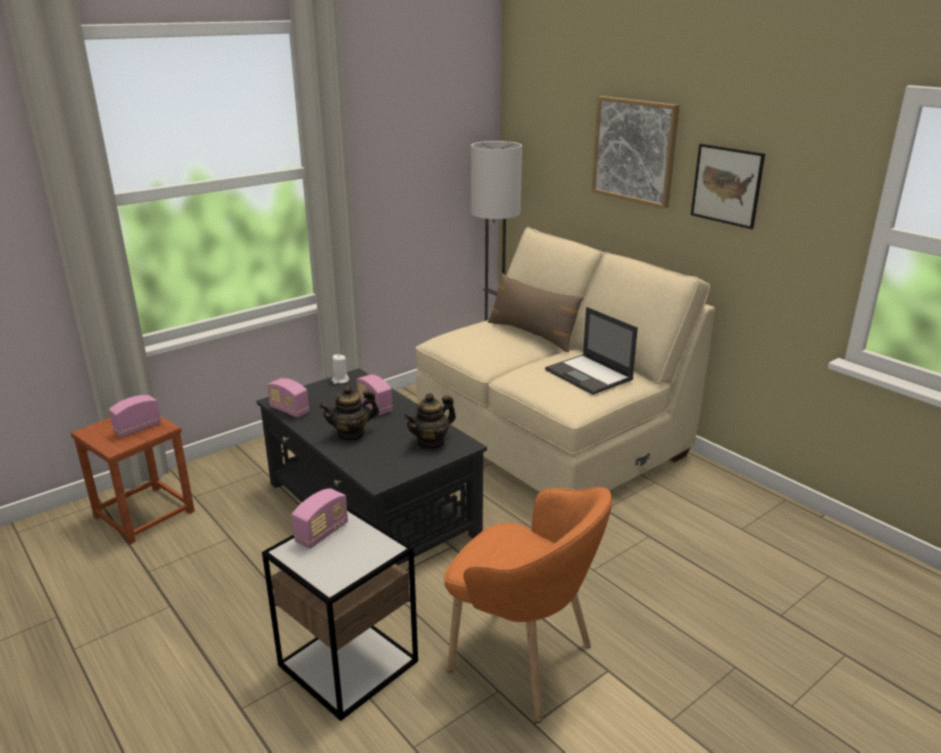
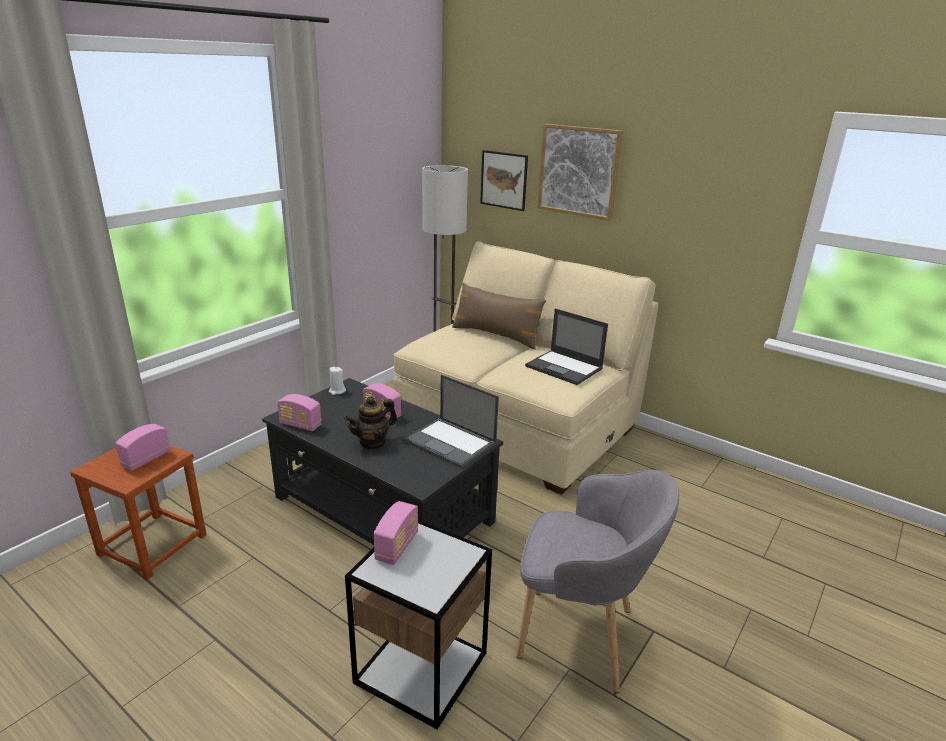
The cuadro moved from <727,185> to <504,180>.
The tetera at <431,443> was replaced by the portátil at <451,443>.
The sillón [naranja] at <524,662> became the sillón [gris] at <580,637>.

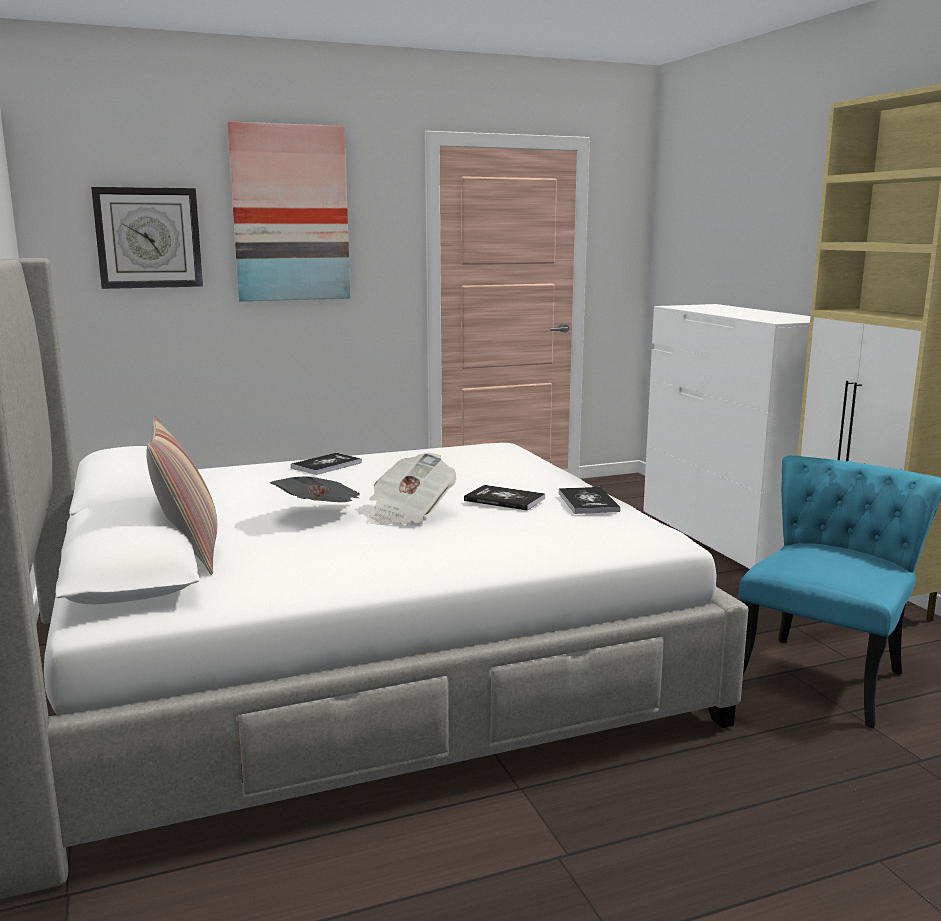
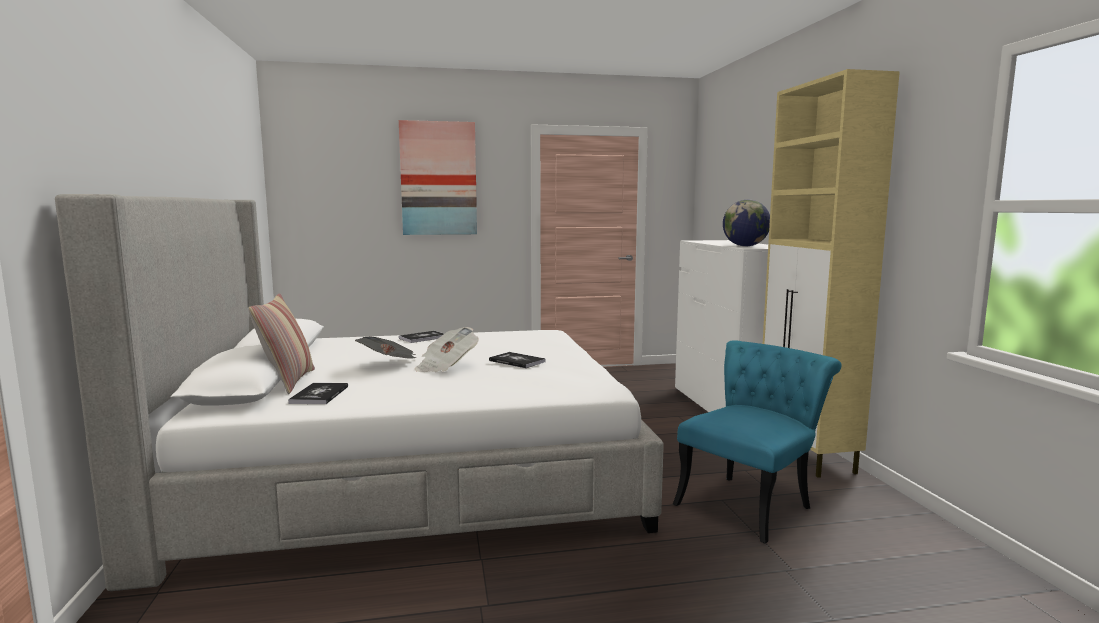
The reloj de pared at <148,238> disappeared.
The globo terráqueo at <745,246> appeared.
The libro moved from <588,502> to <319,395>.

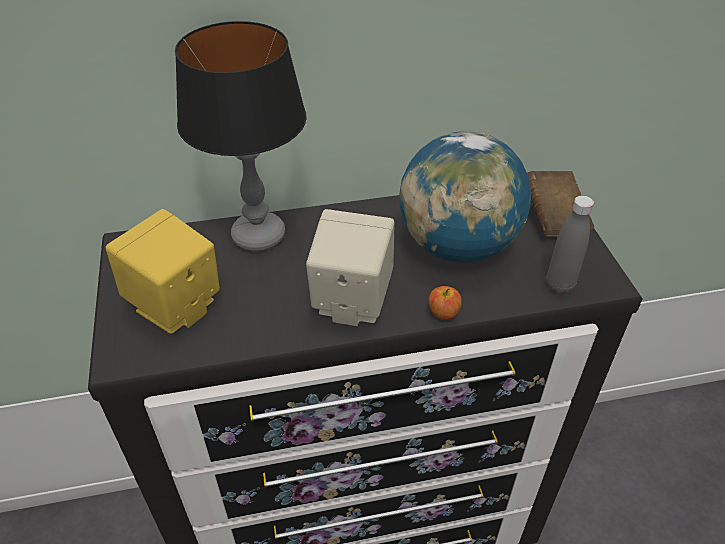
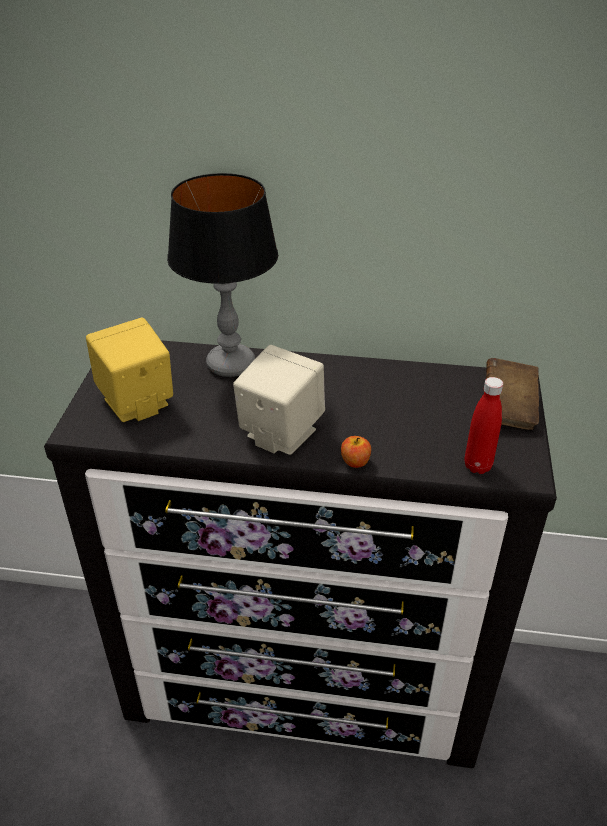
The globo terráqueo at <457,246> disappeared.
The botella [gris] at <559,285> became the botella [rojo] at <477,466>.

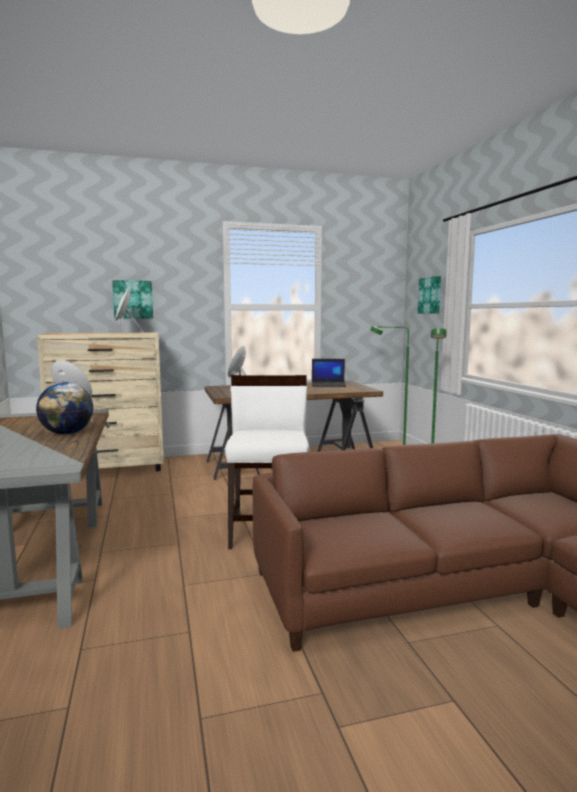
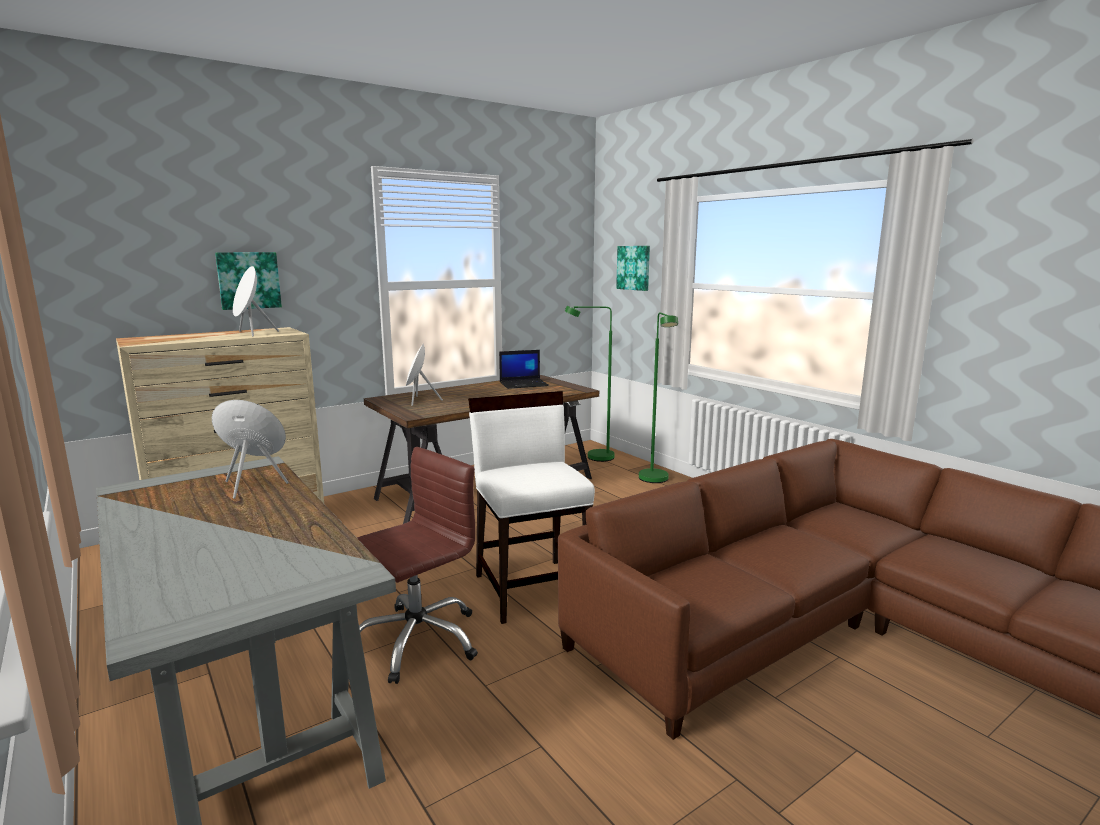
The globo terráqueo at <67,433> disappeared.
The silla de oficina [marrón] at <417,640> appeared.

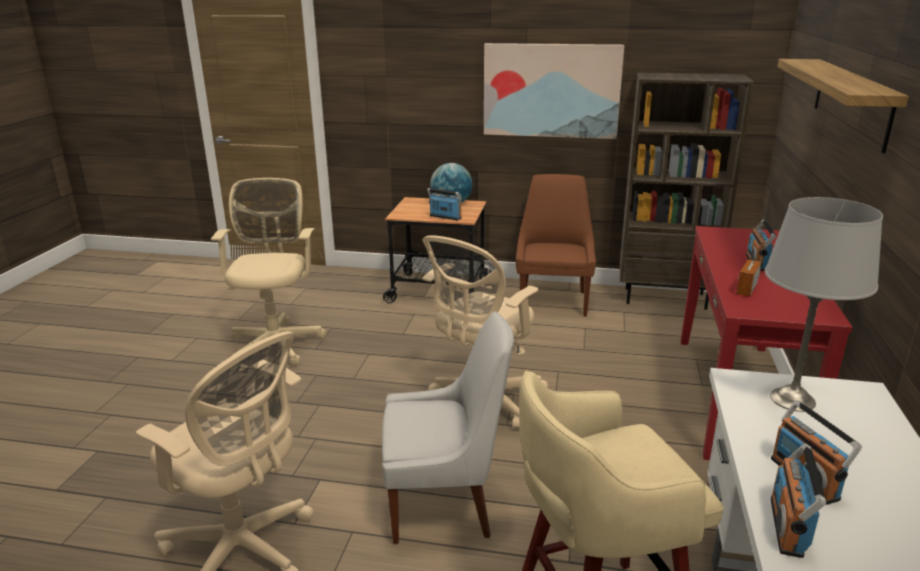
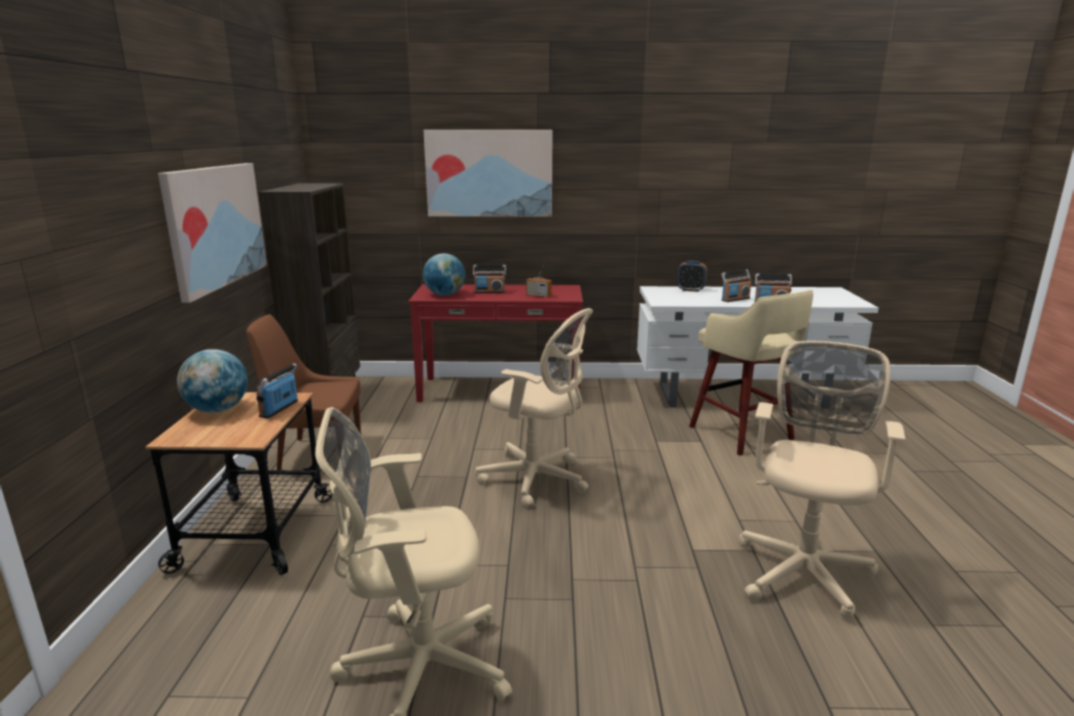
The silla [blanco] at <445,503> disappeared.
The lámpara de mesa [gris] at <791,399> disappeared.
The globo terráqueo at <445,295> appeared.
The despertador at <690,290> appeared.
The estante at <851,101> was replaced by the cuadro at <489,173>.

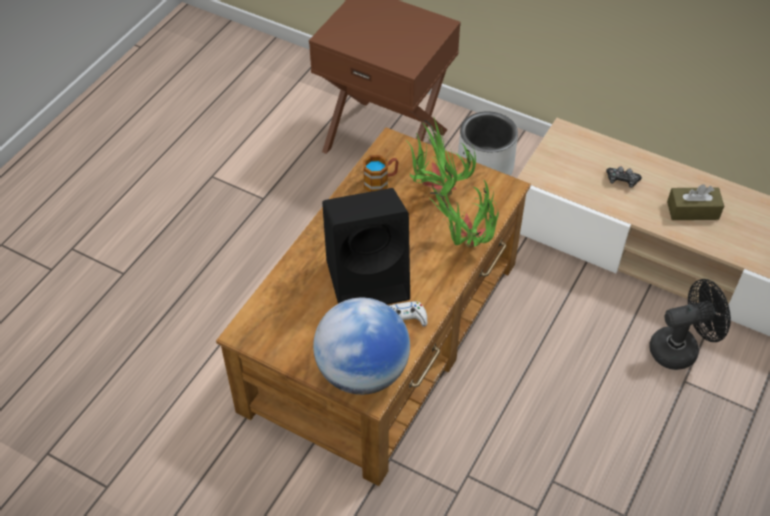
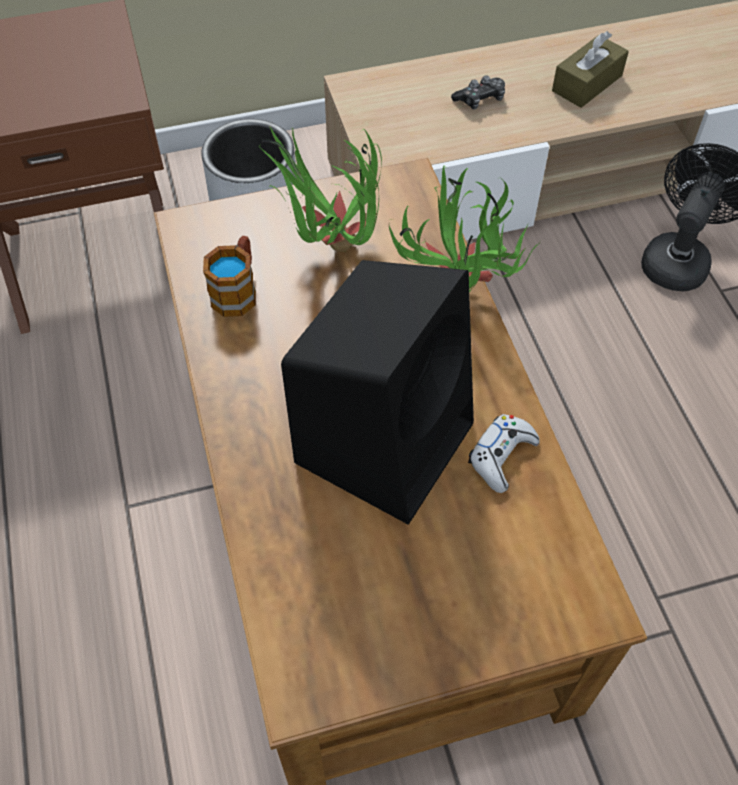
The globo terráqueo at <362,371> disappeared.

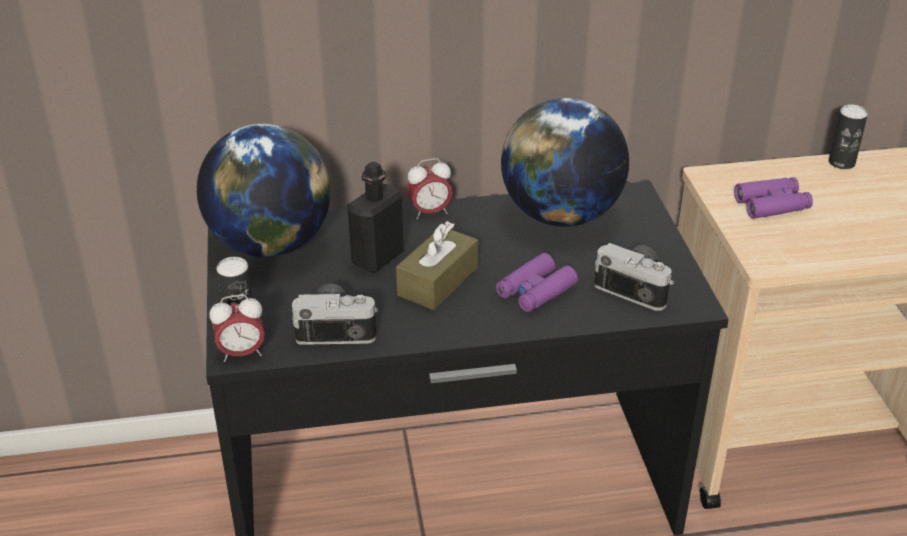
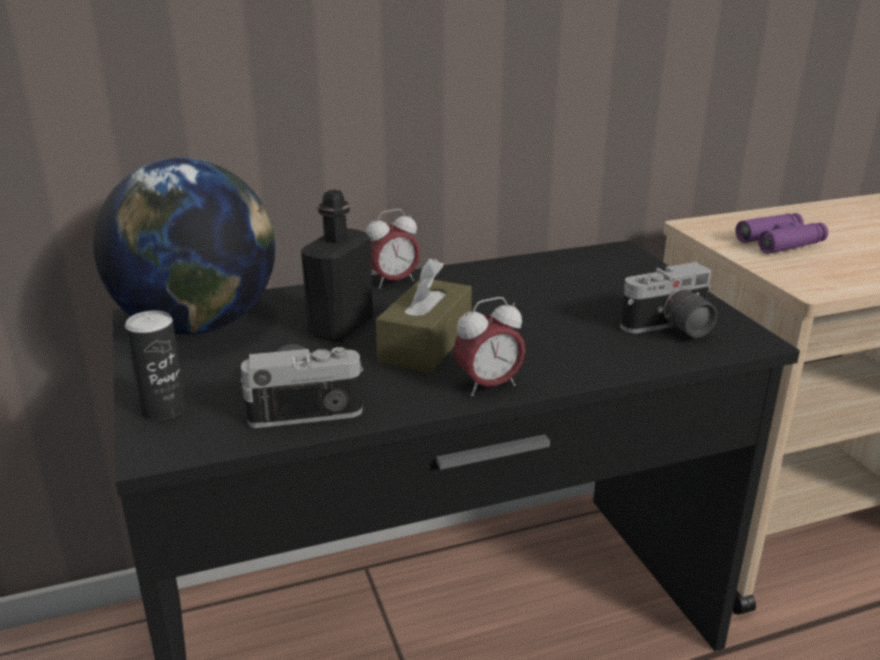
The prismáticos [morado] at <535,291> disappeared.
The globo terráqueo at <560,216> disappeared.
The lata at <841,163> disappeared.
The despertador moved from <242,353> to <488,386>.
The cámara at <636,287> turned 135 degrees clockwise.

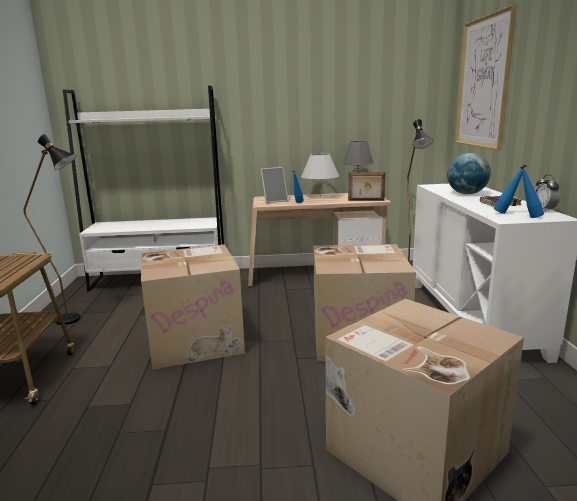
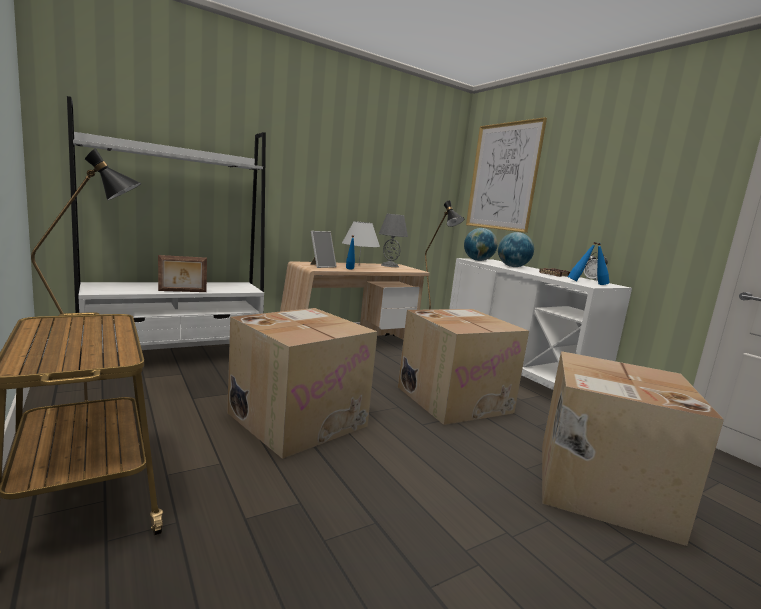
The globo terráqueo at <478,260> appeared.
The portarretratos moved from <366,200> to <182,291>.

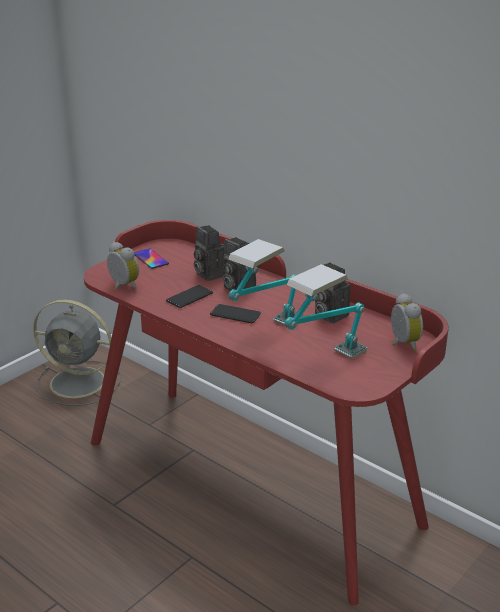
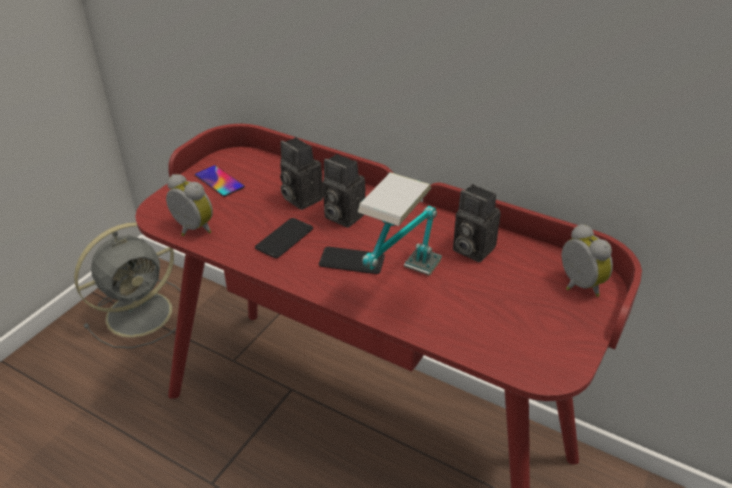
The lámpara de mesa at <325,365> disappeared.
The ventilador [gris] at <80,383> turned 45 degrees counterclockwise.

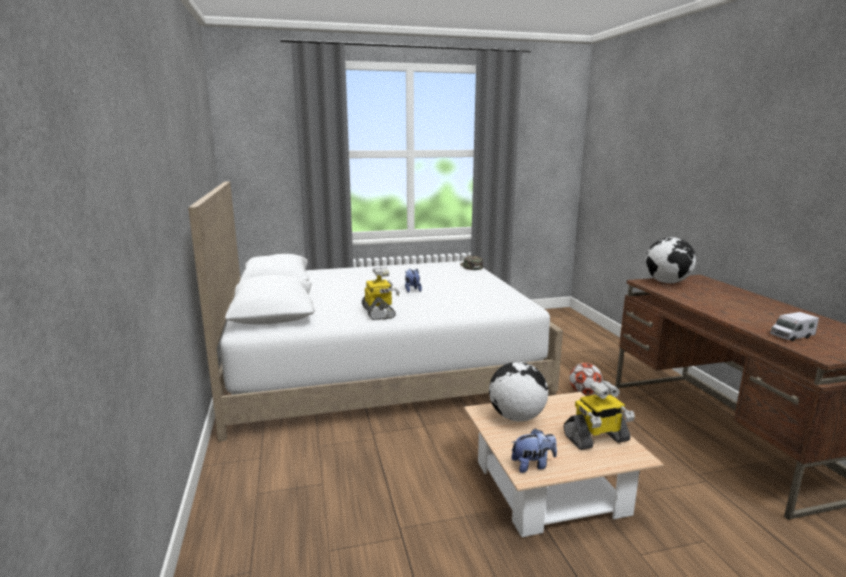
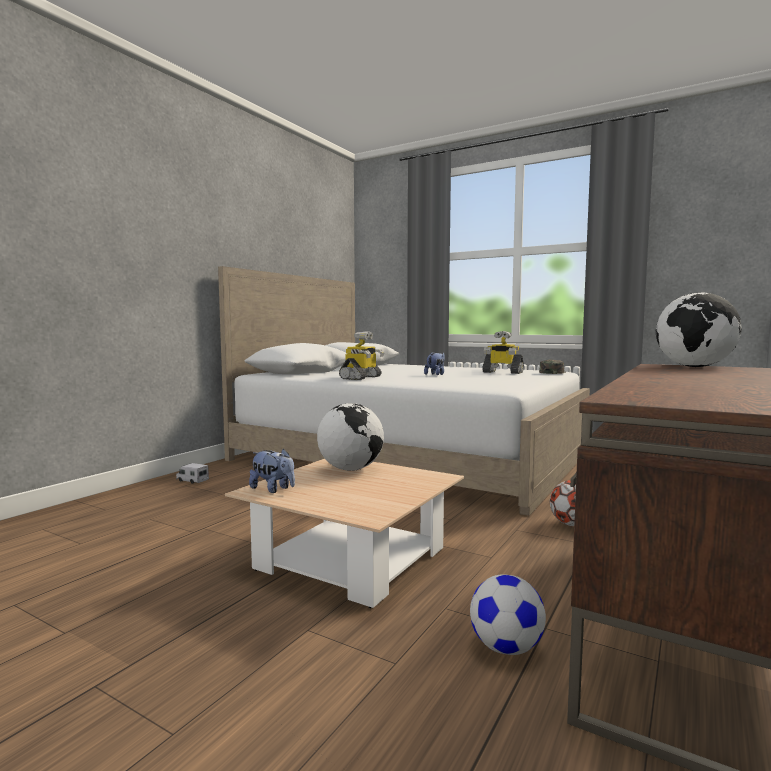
The balón de fútbol at <506,648> appeared.
The robot de juguete moved from <596,439> to <502,372>.
The camión de juguete moved from <791,336> to <192,480>.

